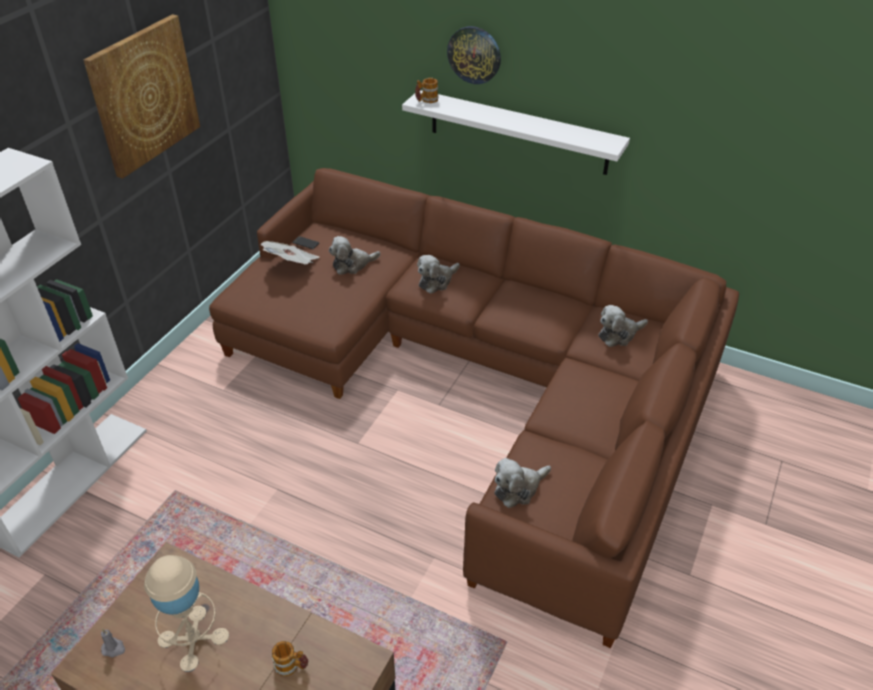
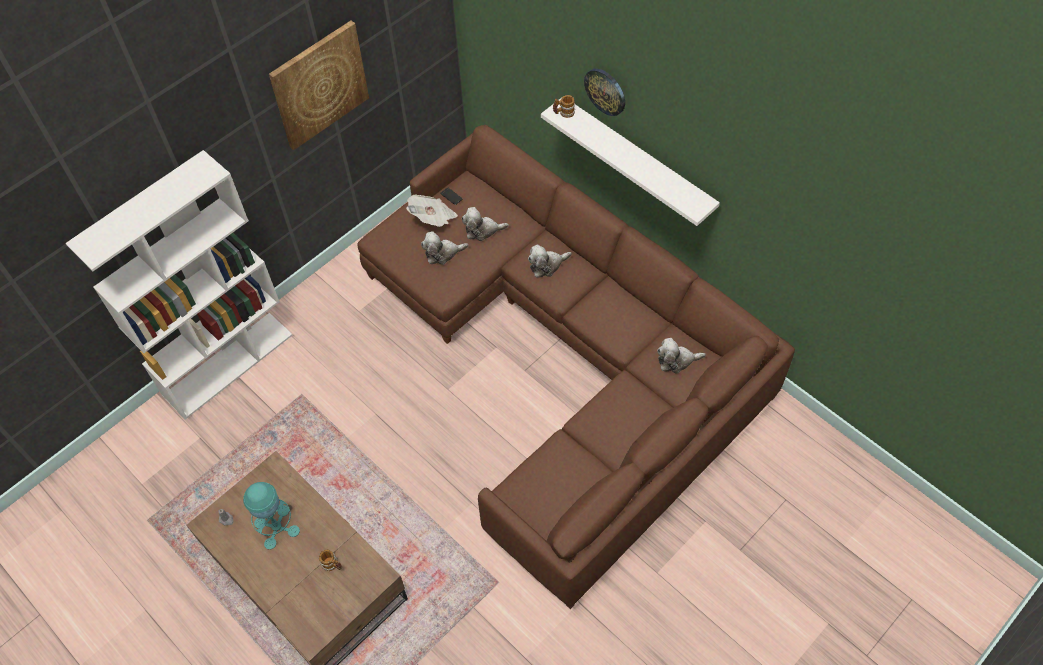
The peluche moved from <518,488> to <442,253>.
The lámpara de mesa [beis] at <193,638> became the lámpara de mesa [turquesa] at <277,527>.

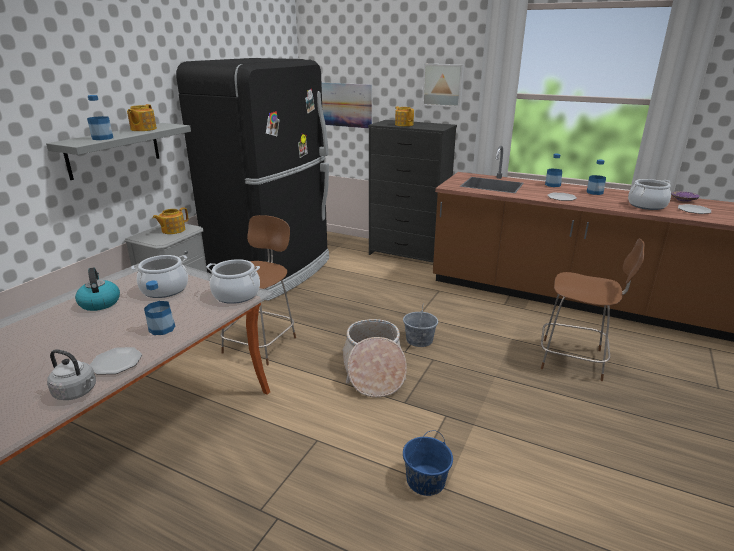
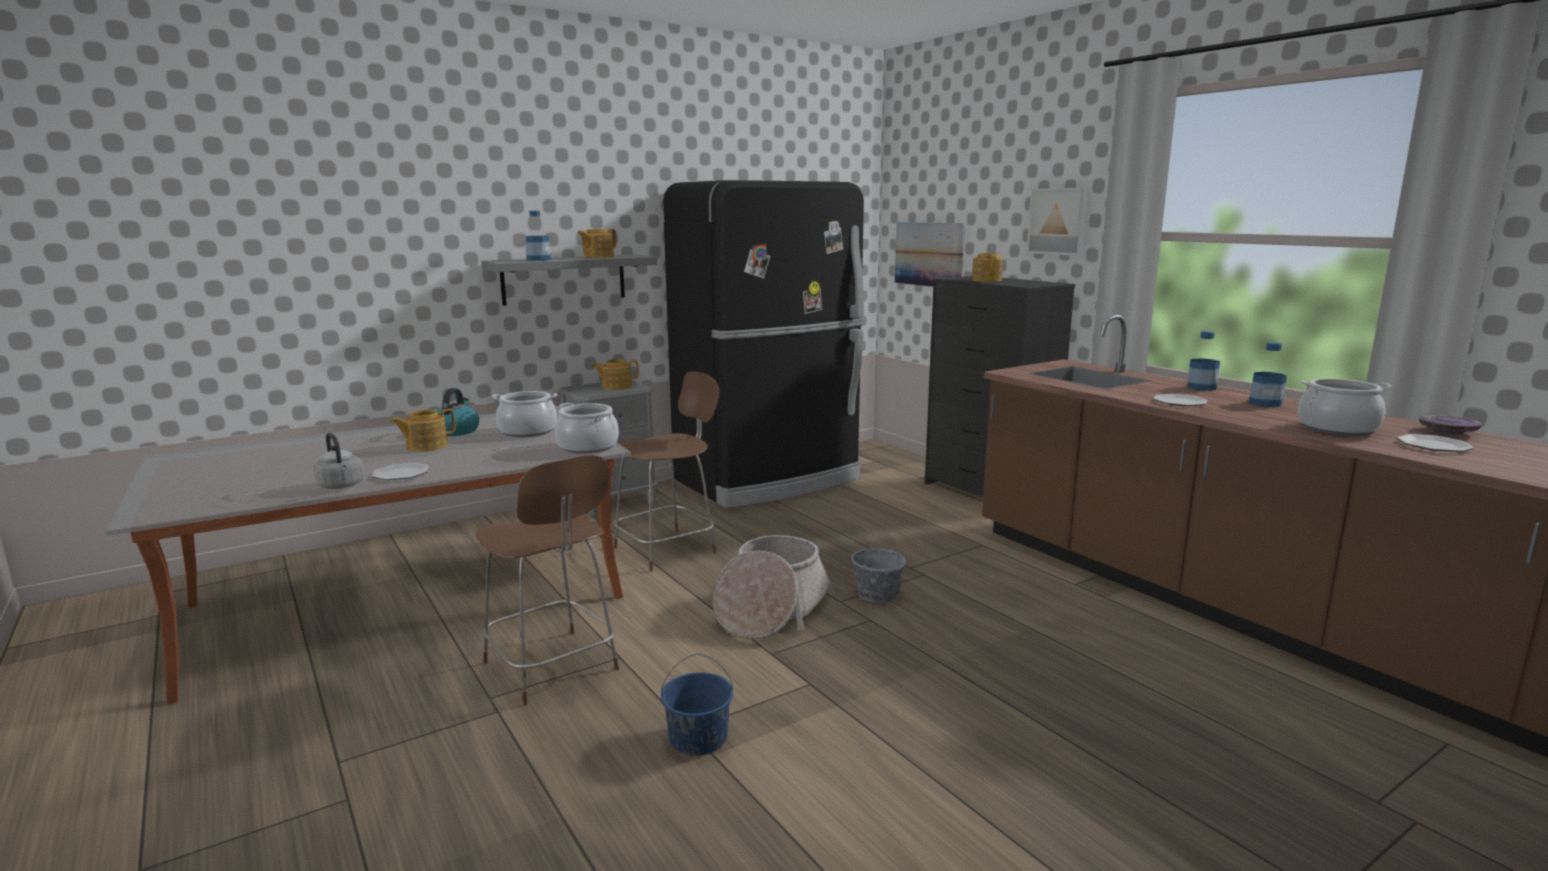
The botella at <162,328> disappeared.
The tetera at <426,446> appeared.
The silla [marrón] moved from <574,360> to <553,668>.

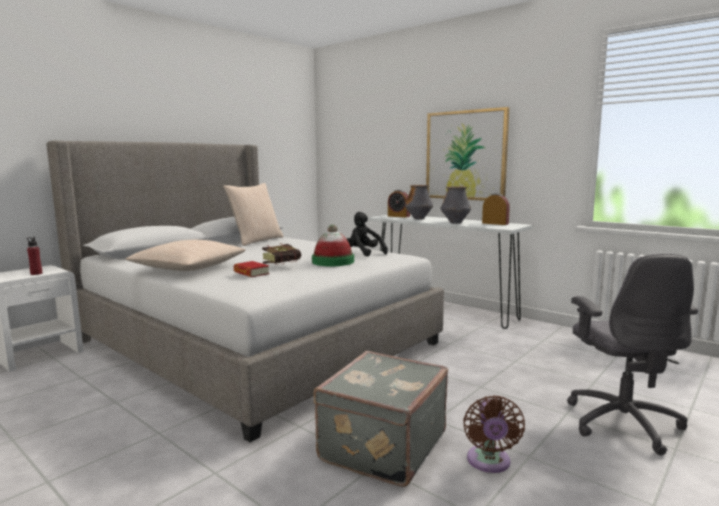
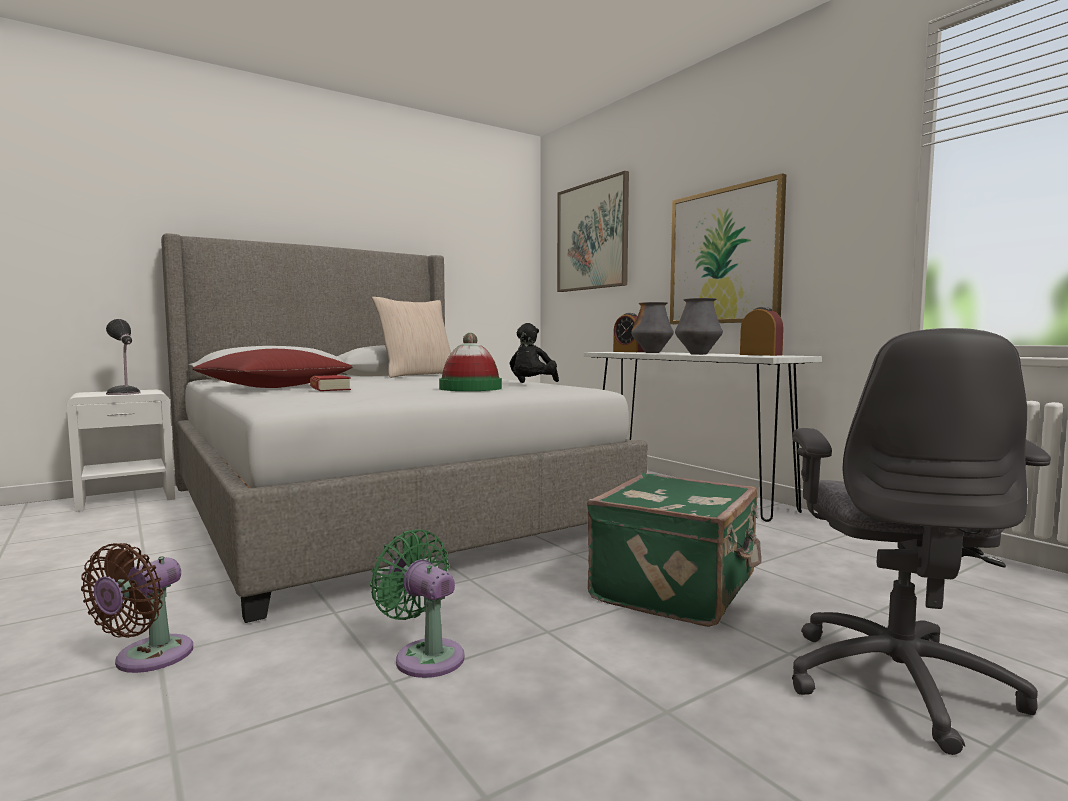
The libro at <285,265> disappeared.
The cuadro at <592,236> appeared.
The maleta [verde] at <677,589> appeared.
The ventilador [marrón] moved from <489,463> to <147,659>.
The botella [rojo] at <36,273> was replaced by the lámpara de mesa at <123,393>.
The maleta [gris] at <381,446> was replaced by the ventilador [verde] at <425,656>.
The cojín [beis] at <188,268> became the cojín [rojo] at <274,387>.
The peluche [negro] at <364,253> turned 135 degrees counterclockwise.

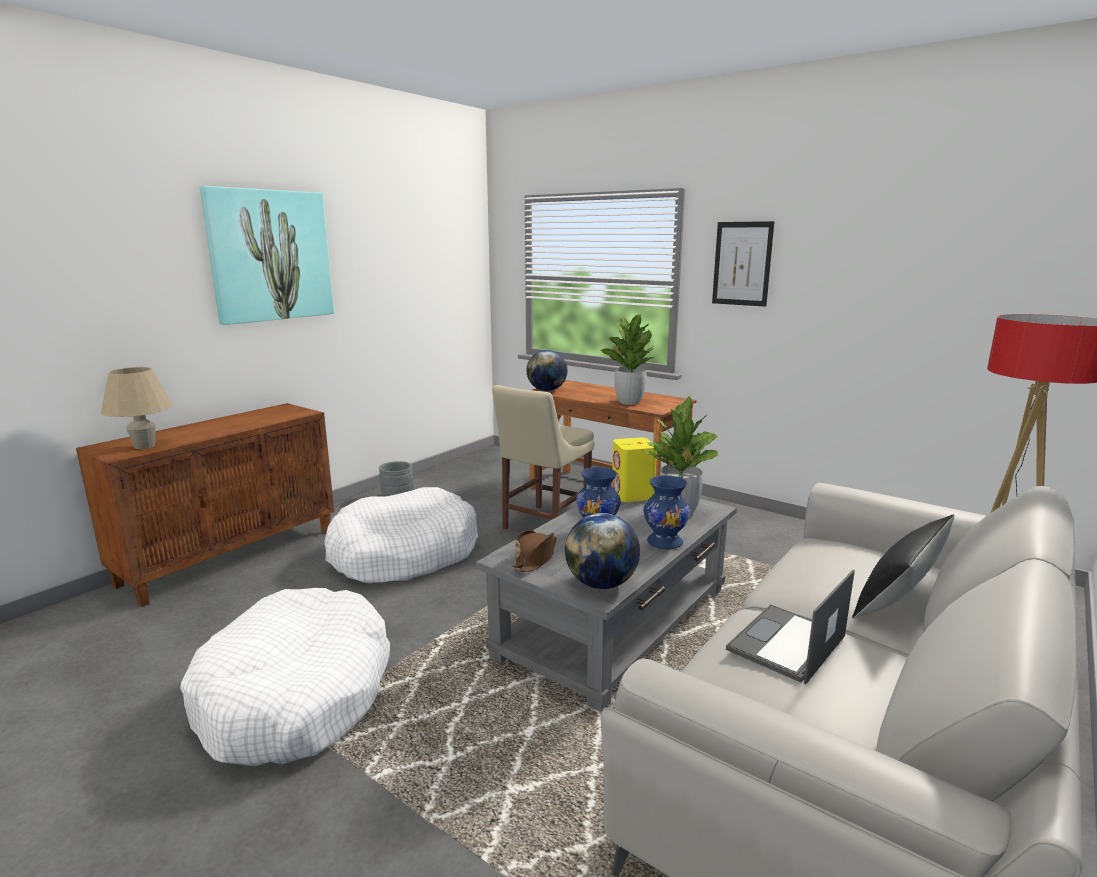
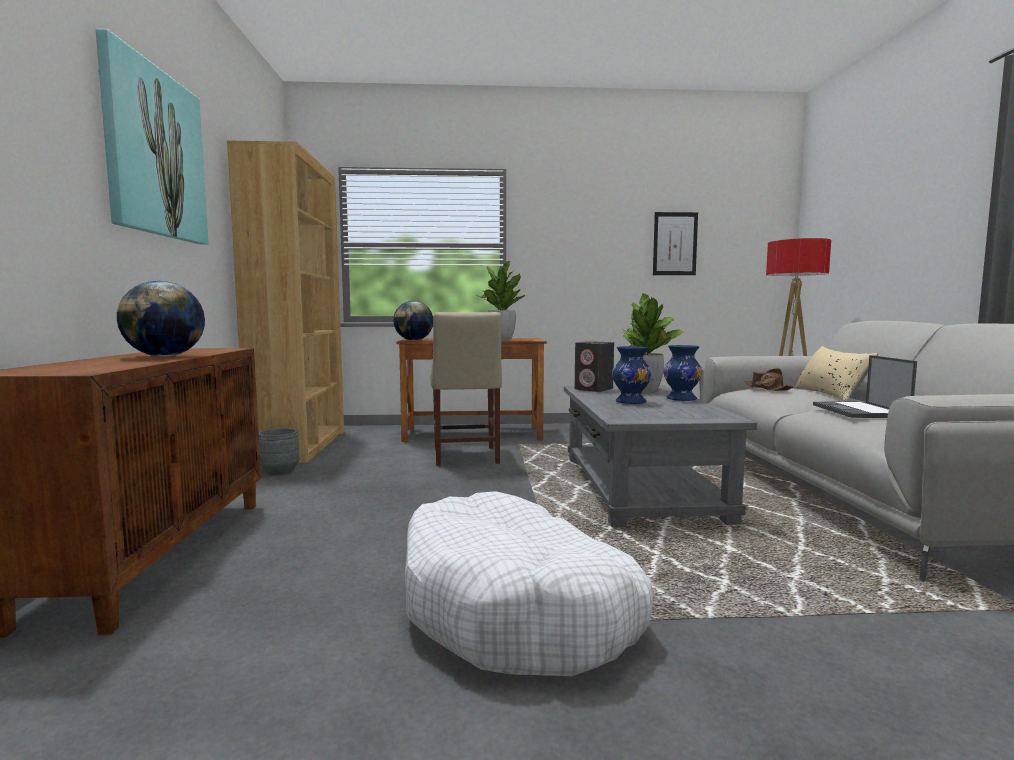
The lámpara de mesa [beis] at <144,446> disappeared.
The cama para perro [blanco] at <403,553> disappeared.
The estantería [marrón] at <300,445> appeared.
The sombrero [marrón] moved from <535,558> to <767,388>.
The globo terráqueo moved from <601,584> to <165,356>.
The cuadro moved from <742,264> to <675,244>.
The altavoz [amarillo] at <632,495> became the altavoz [gris] at <594,389>.
The cojín [negro] at <900,594> became the cojín [beis] at <831,394>.

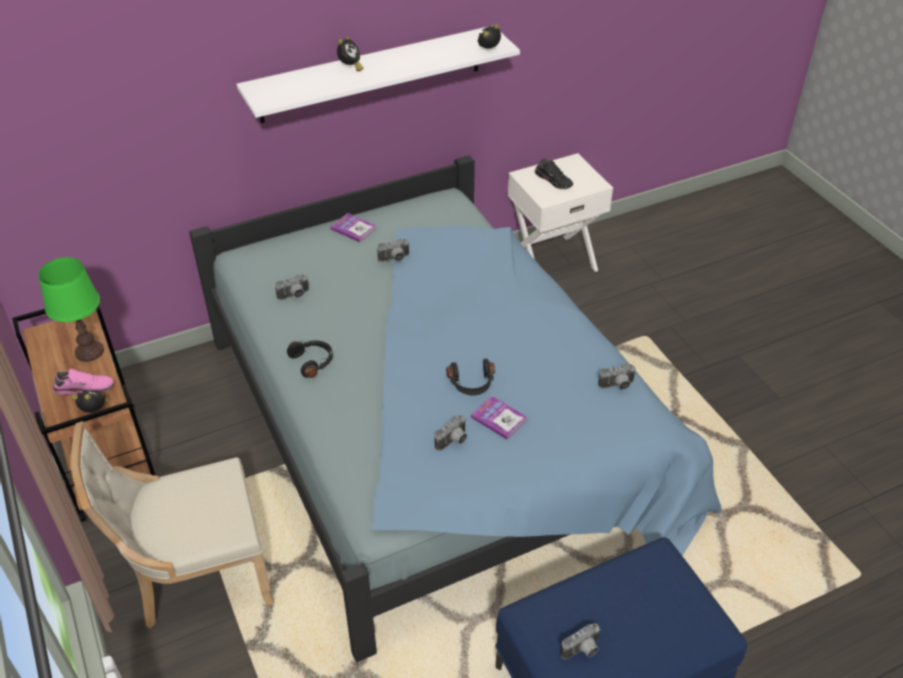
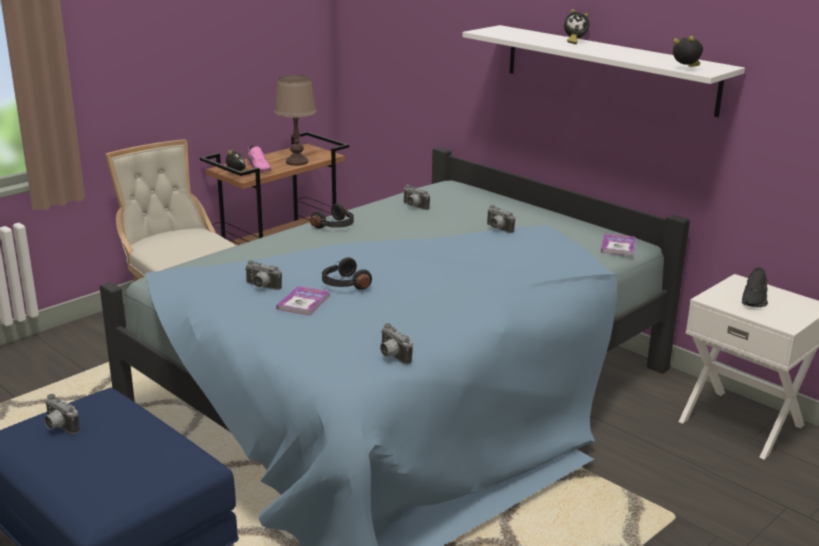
The libro moved from <353,228> to <618,246>.
The lámpara de mesa [verde] at <89,352> became the lámpara de mesa [marrón] at <296,162>.

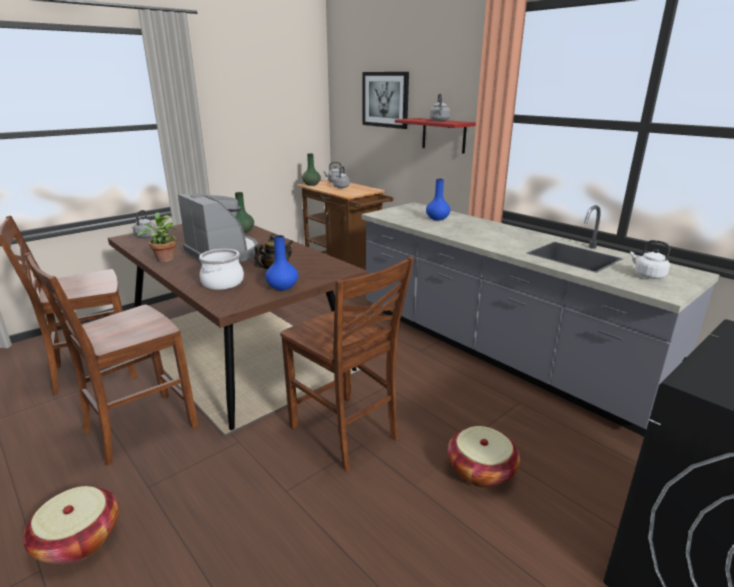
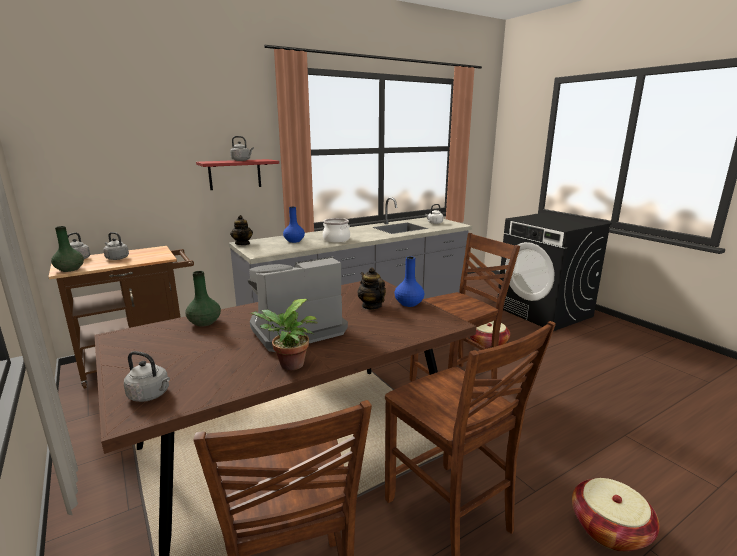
The cuadro at <385,99> disappeared.
The tetera at <242,243> appeared.
The olla moved from <222,283> to <336,240>.

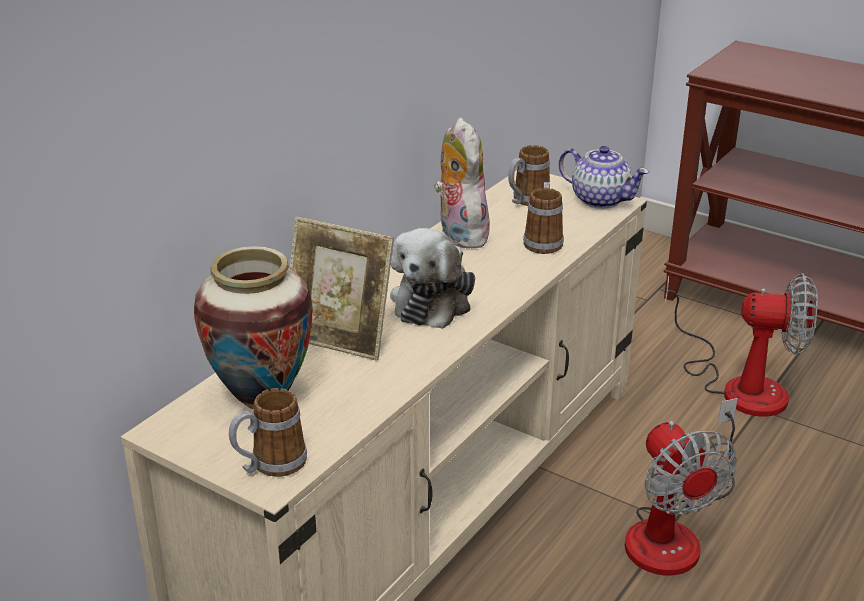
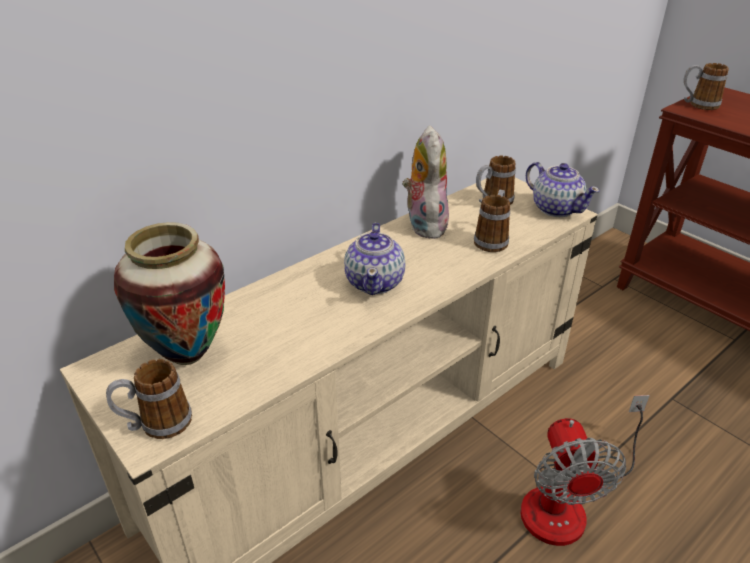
The portarretratos at <339,339> disappeared.
The ventilador at <739,385> disappeared.
The taza grande at <698,105> appeared.
The peluche at <433,300> was replaced by the tetera at <375,282>.

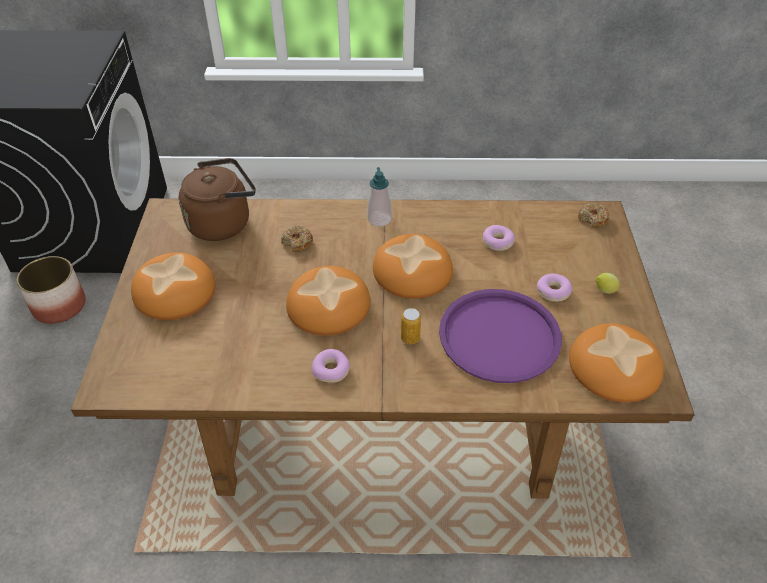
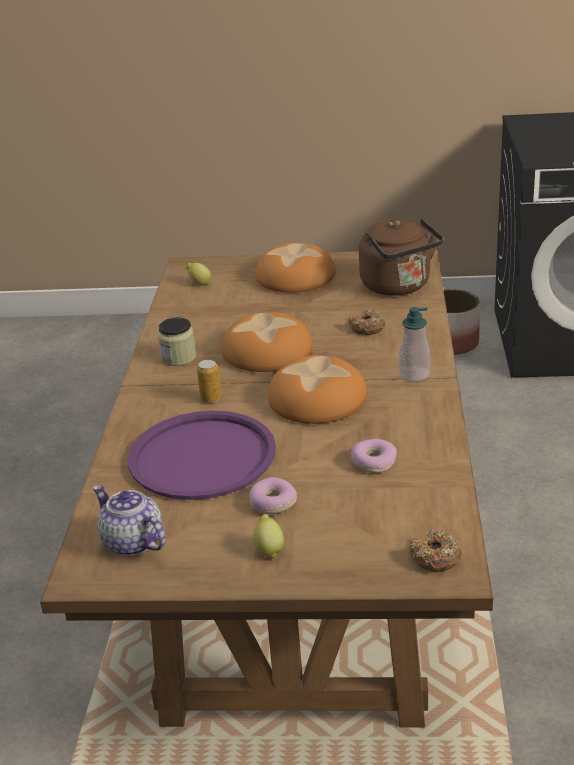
The limón at <199,284> appeared.
The rosquilla at <331,370> was replaced by the tarro at <178,357>.
The pan at <615,367> was replaced by the tetera at <132,542>.

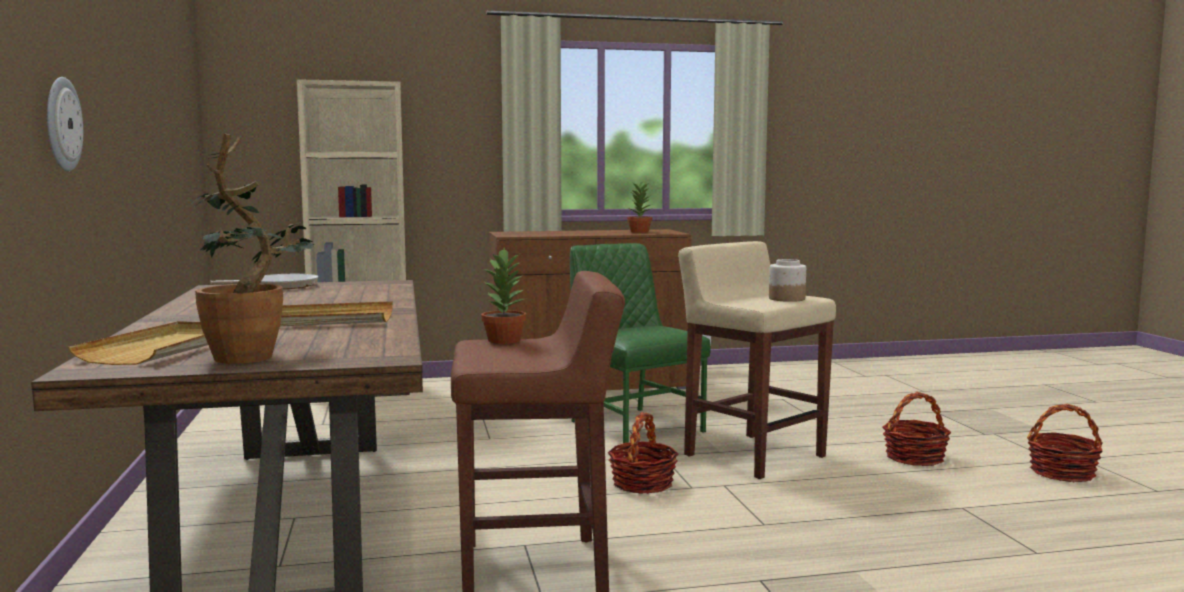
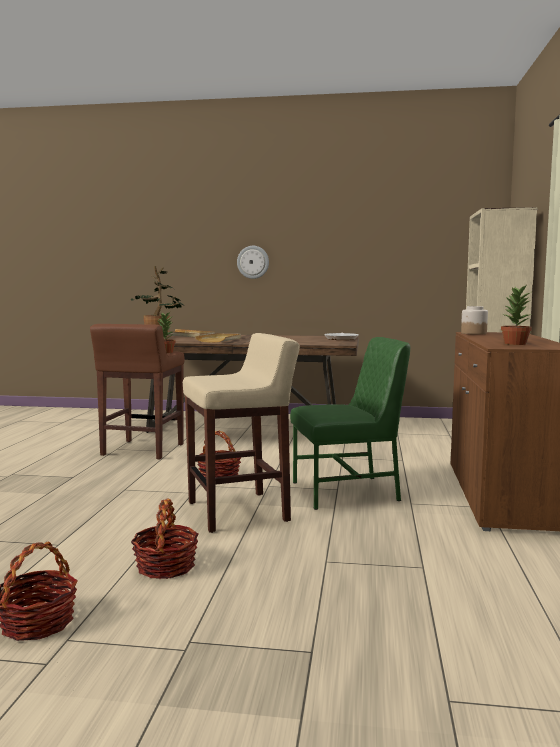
The tarro moved from <786,299> to <473,333>.

